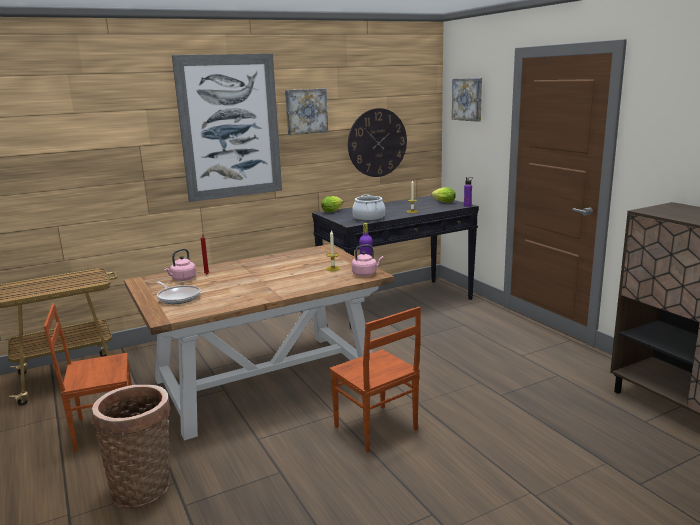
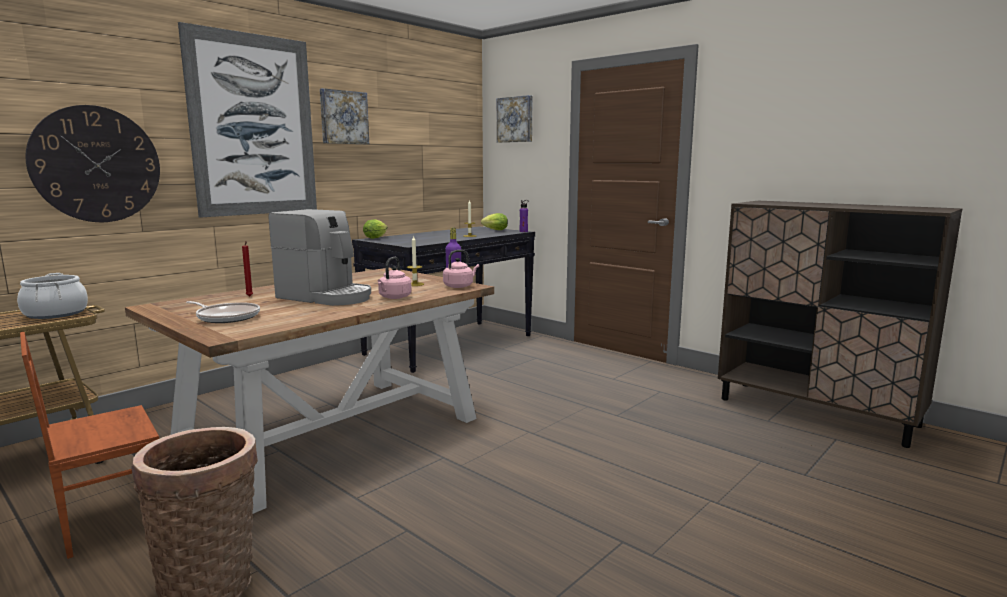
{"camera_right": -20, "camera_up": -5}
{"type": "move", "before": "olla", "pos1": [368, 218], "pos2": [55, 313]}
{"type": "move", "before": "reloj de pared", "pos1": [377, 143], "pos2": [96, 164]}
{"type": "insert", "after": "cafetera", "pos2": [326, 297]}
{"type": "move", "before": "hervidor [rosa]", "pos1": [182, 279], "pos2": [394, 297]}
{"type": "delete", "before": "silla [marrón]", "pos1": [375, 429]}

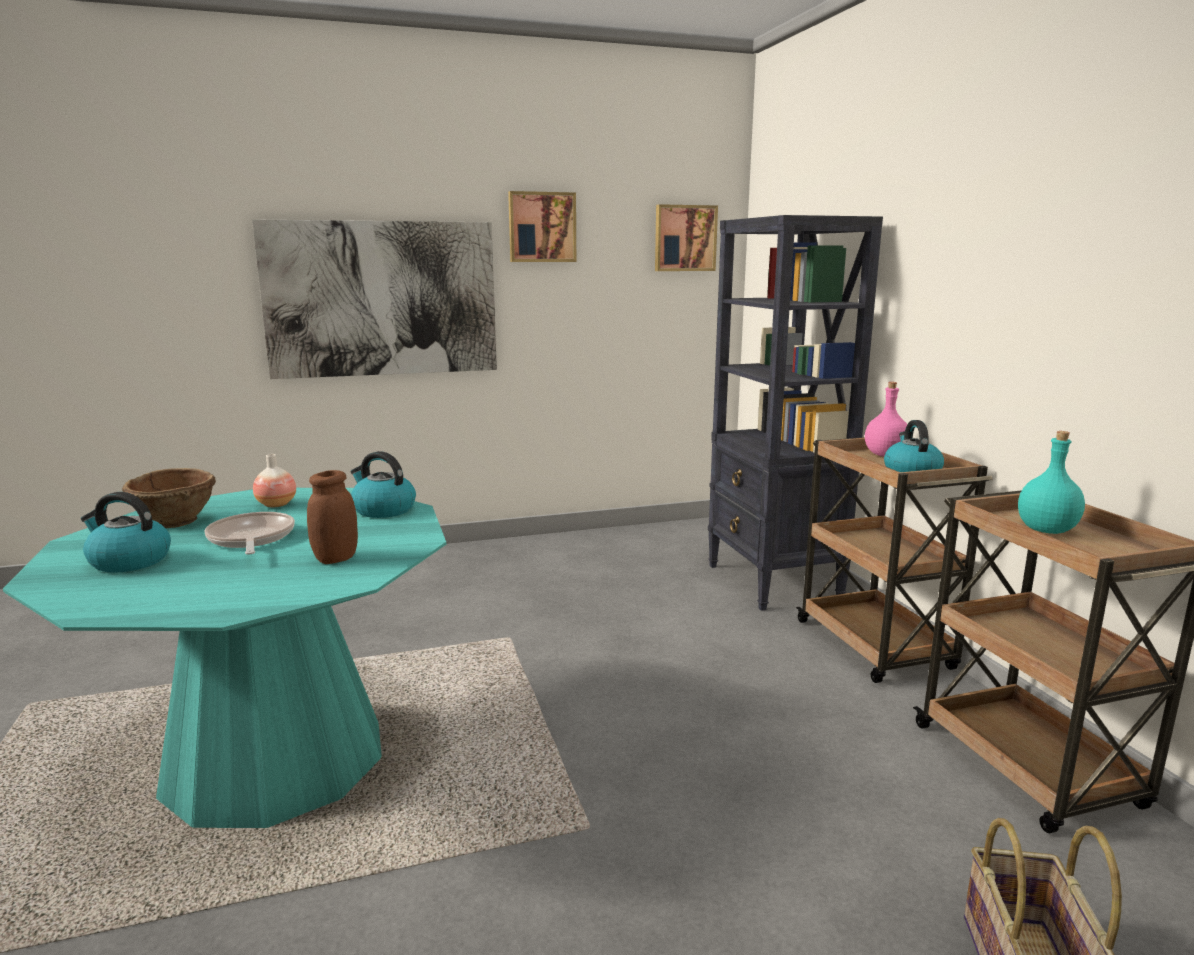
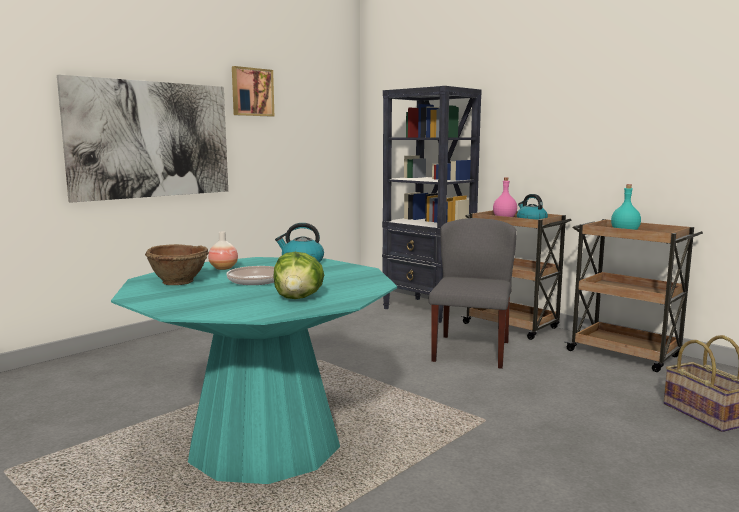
{"camera_right": -30, "camera_up": -5}
{"type": "insert", "after": "lechuga", "pos2": [298, 298]}
{"type": "insert", "after": "silla [gris]", "pos2": [471, 351]}
{"type": "delete", "before": "hervidor", "pos1": [128, 561]}
{"type": "delete", "before": "tarro [marrón]", "pos1": [336, 558]}
{"type": "delete", "before": "cuadro", "pos1": [684, 238]}

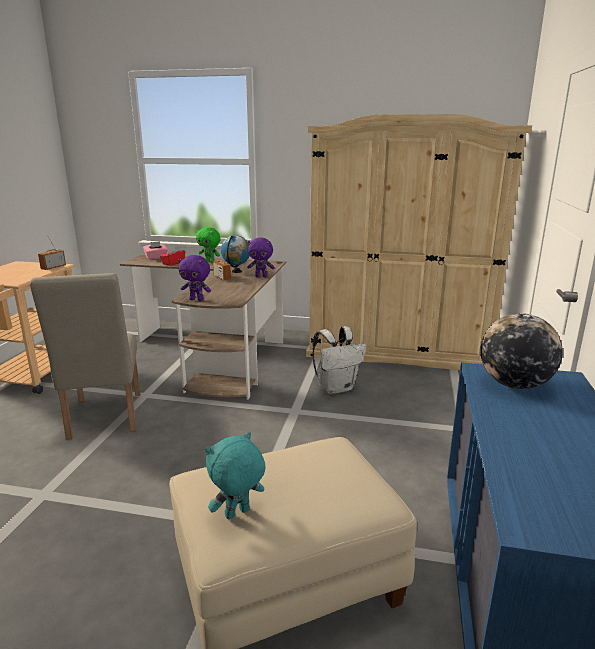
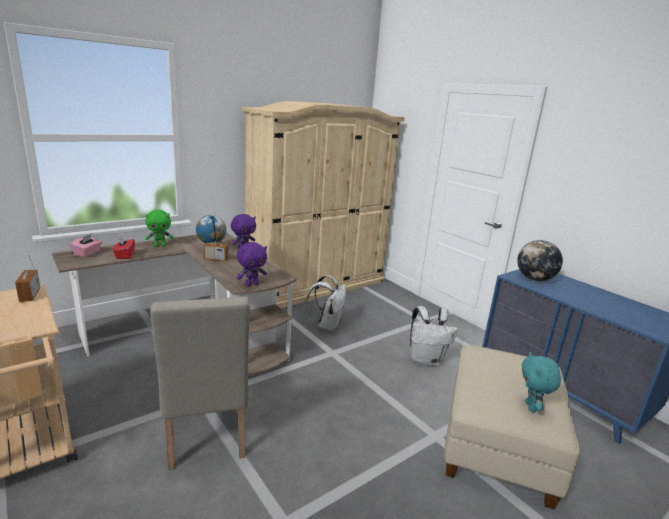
{"camera_right": -50, "camera_up": 0}
{"type": "rotate", "before": "silla [beis]", "pos1": [104, 419], "pos2": [205, 438], "turn": 45}
{"type": "insert", "after": "mochila [blanco]", "pos2": [426, 360]}

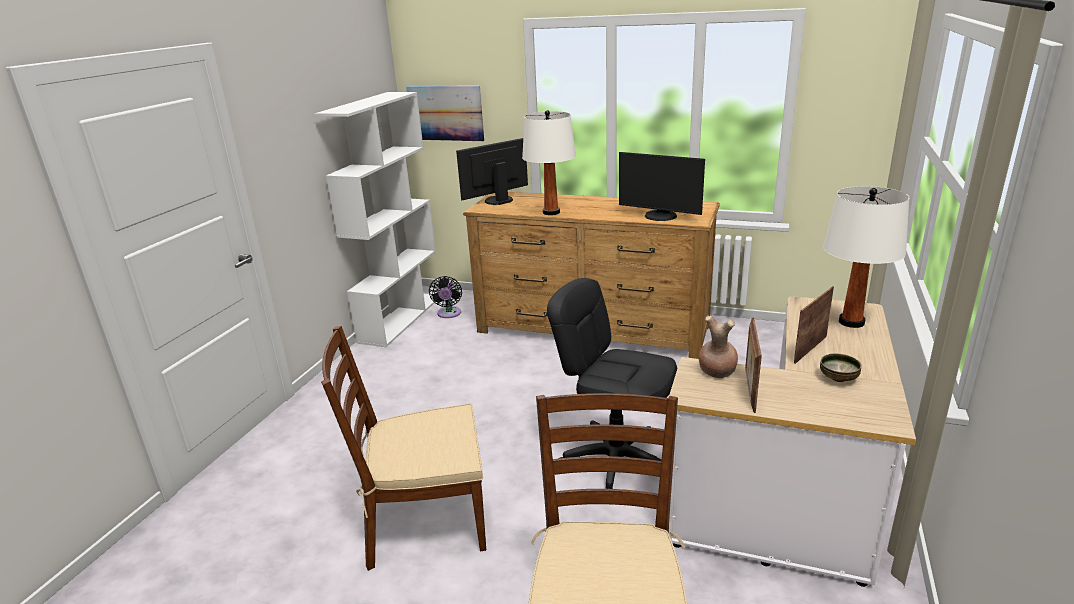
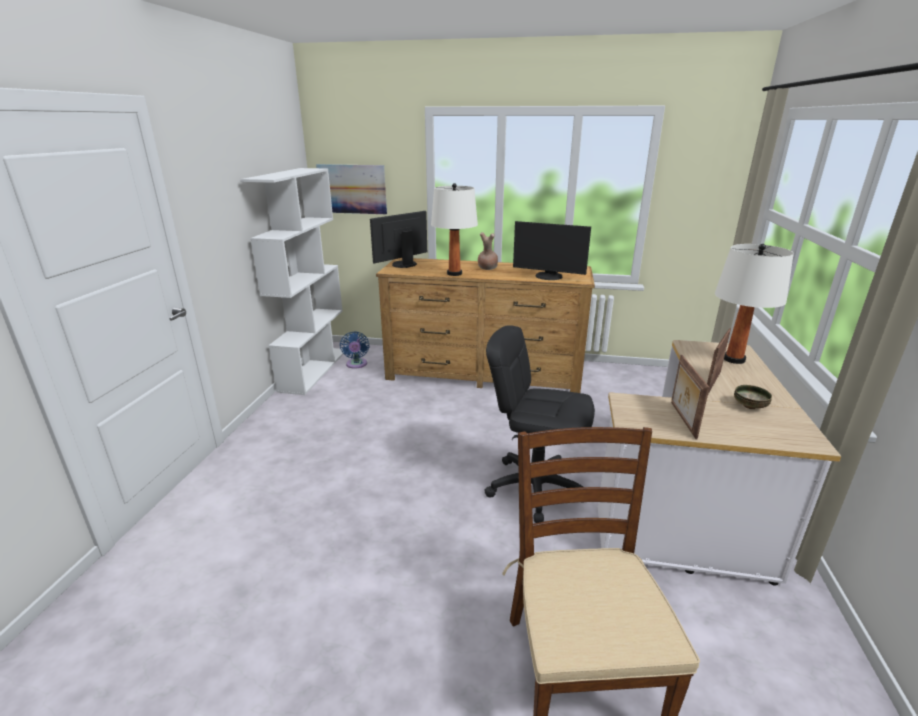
{"camera_right": -10, "camera_up": 0}
{"type": "recolor", "before": "ventilador [negro]", "after": "ventilador [azul]", "pos1": [449, 314], "pos2": [356, 365]}
{"type": "move", "before": "florero [marrón]", "pos1": [716, 372], "pos2": [487, 268]}
{"type": "delete", "before": "silla [marrón]", "pos1": [424, 523]}

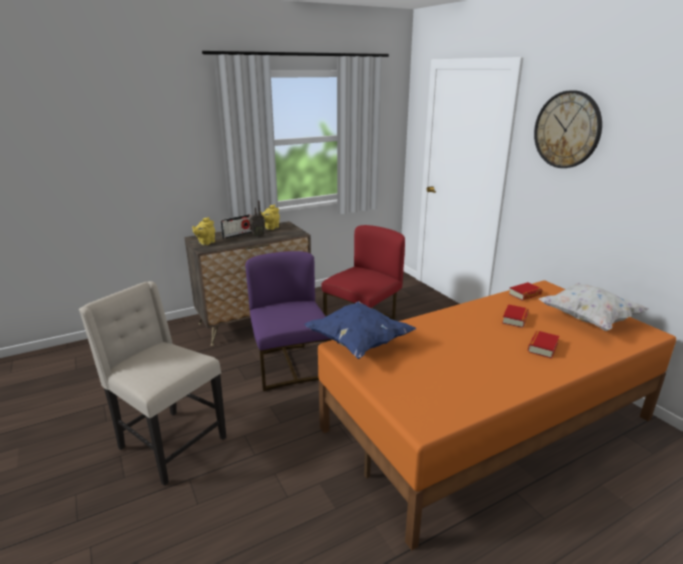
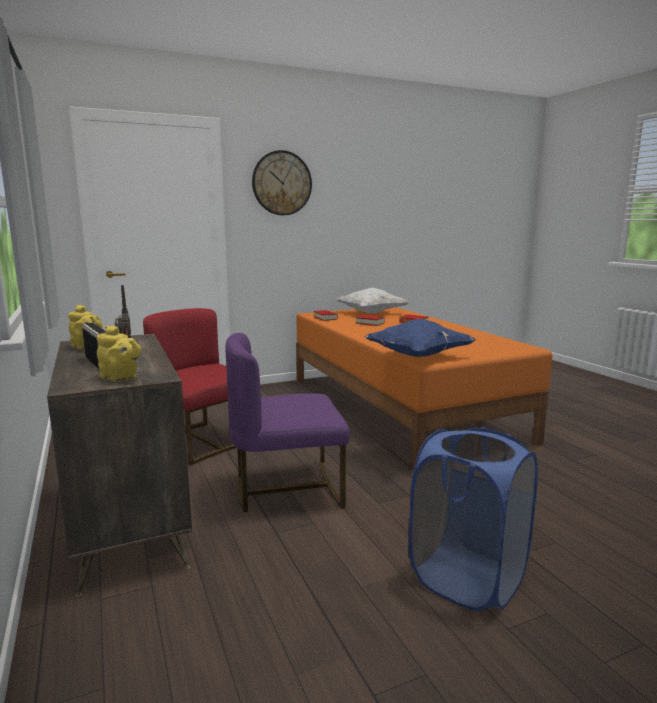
{"camera_right": -85, "camera_up": -10}
{"type": "replace", "before": "silla [beis]", "after": "cesto de la ropa [azul]", "pos1": [169, 444], "pos2": [467, 578]}

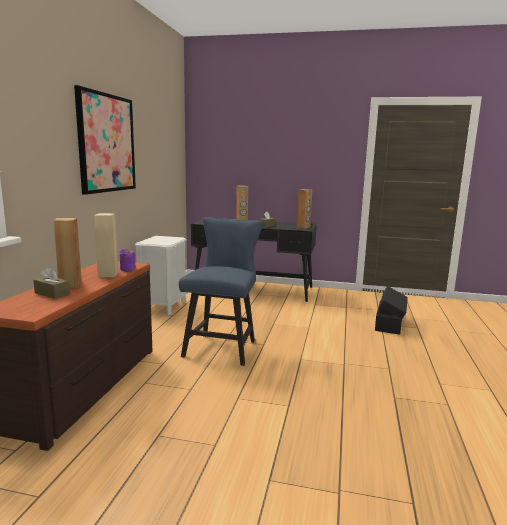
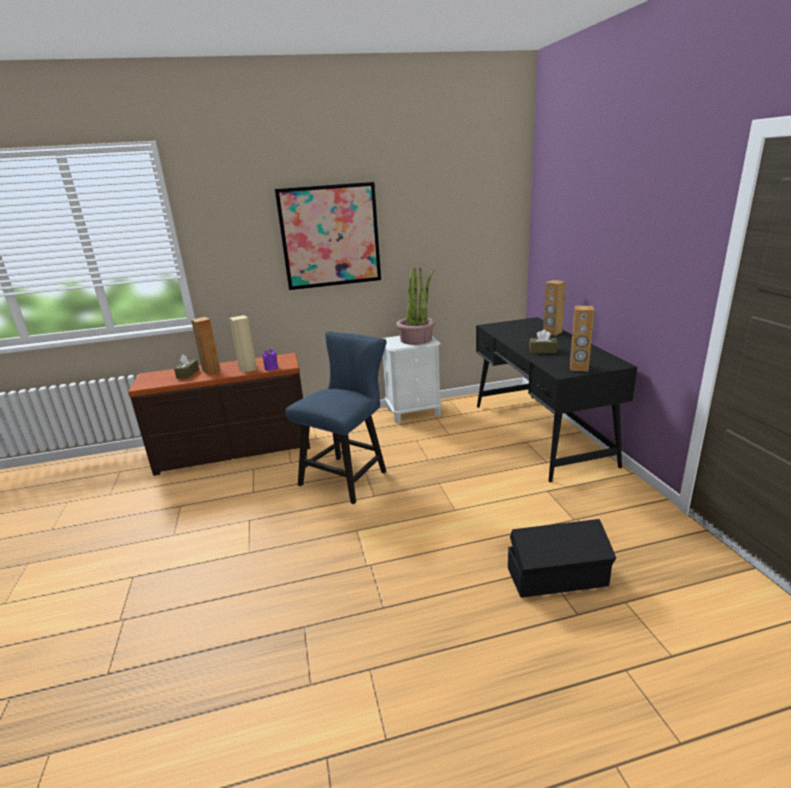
{"camera_right": 65, "camera_up": 10}
{"type": "rotate", "before": "silla [azul]", "pos1": [222, 346], "pos2": [348, 475], "turn": -45}
{"type": "insert", "after": "planta en maceta", "pos2": [416, 339]}

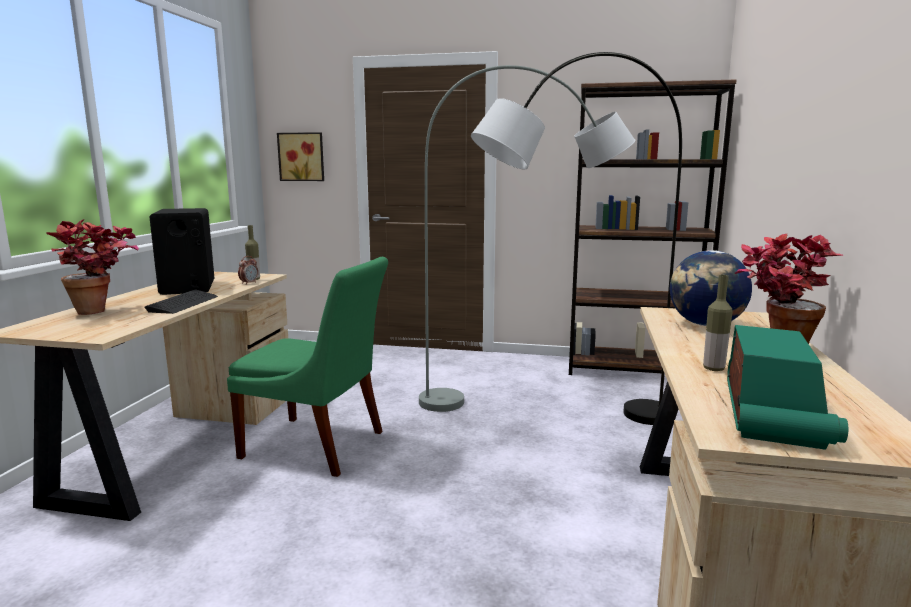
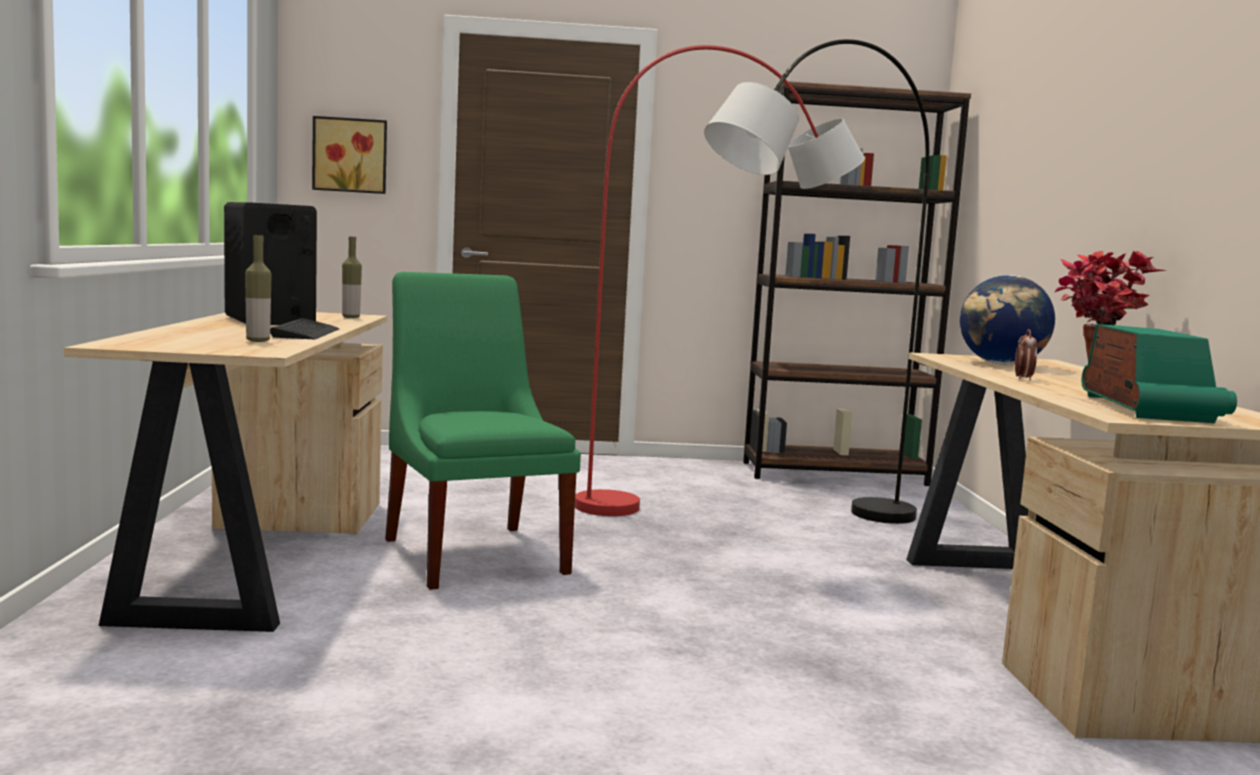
{"camera_right": -15, "camera_up": -5}
{"type": "move", "before": "botella", "pos1": [713, 369], "pos2": [258, 341]}
{"type": "rotate", "before": "silla [verde]", "pos1": [318, 446], "pos2": [473, 553], "turn": -120}
{"type": "recolor", "before": "lámpara de pie [gris]", "after": "lámpara de pie [rojo]", "pos1": [525, 397], "pos2": [716, 501]}
{"type": "move", "before": "despertador", "pos1": [249, 283], "pos2": [1023, 379]}
{"type": "delete", "before": "planta en maceta", "pos1": [102, 311]}

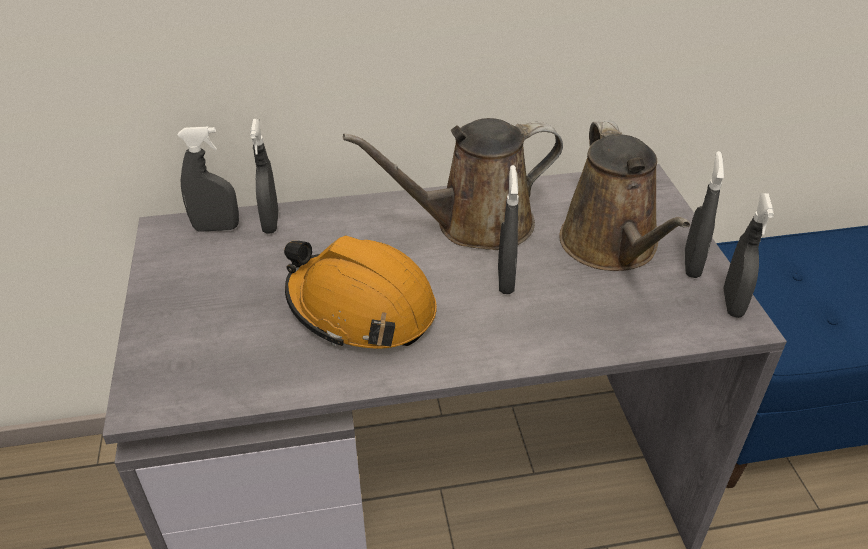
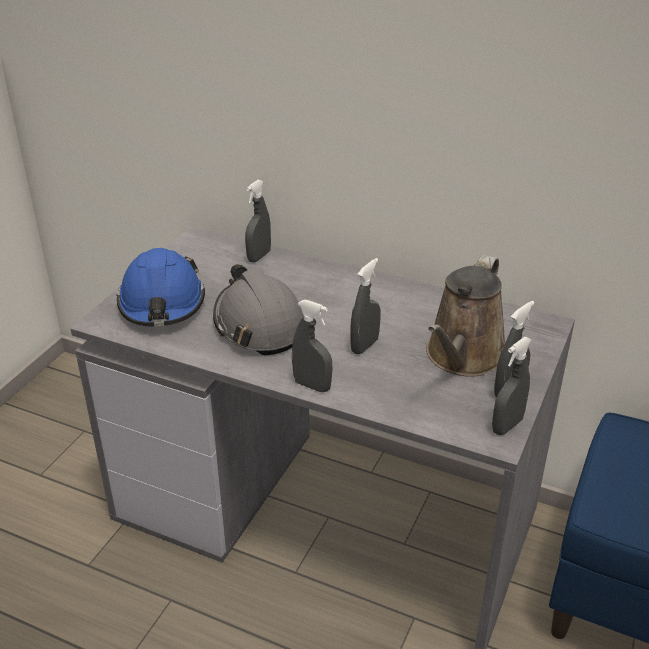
{"camera_right": 35, "camera_up": -5}
{"type": "insert", "after": "casco [azul]", "pos2": [162, 304]}
{"type": "recolor", "before": "casco [naranja]", "after": "casco [gris]", "pos1": [361, 308], "pos2": [259, 324]}
{"type": "move", "before": "pulverizador [gris]", "pos1": [216, 228], "pos2": [312, 385]}
{"type": "delete", "before": "regadera [marrón]", "pos1": [475, 224]}

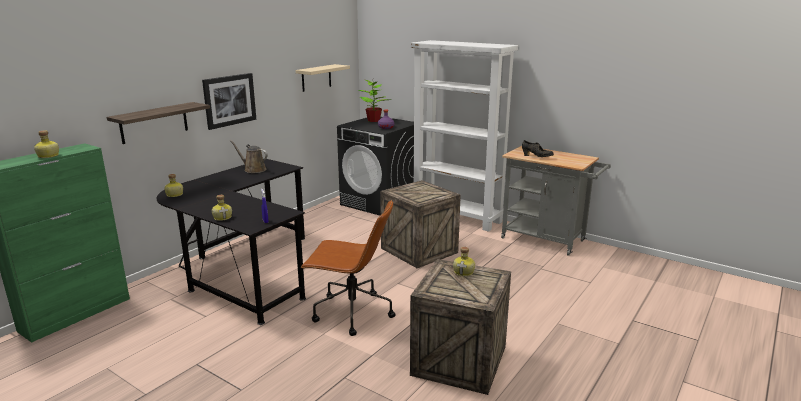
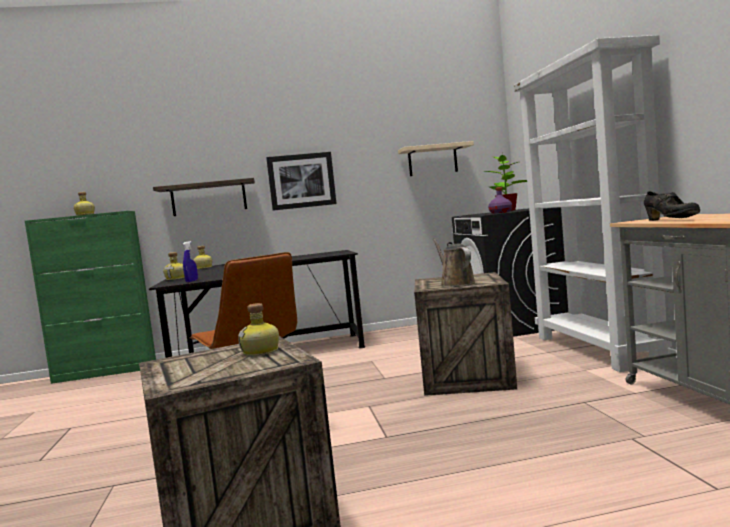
{"camera_right": 45, "camera_up": -15}
{"type": "move", "before": "regadera [marrón]", "pos1": [253, 169], "pos2": [456, 283]}

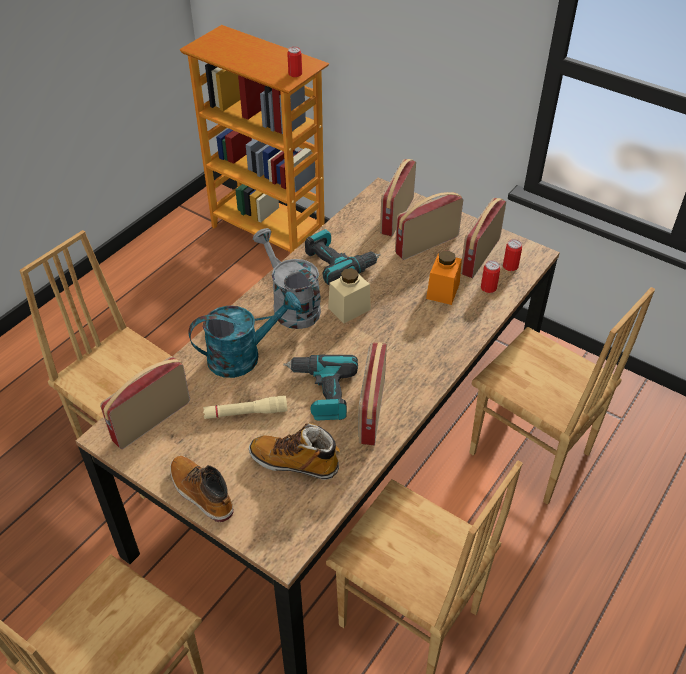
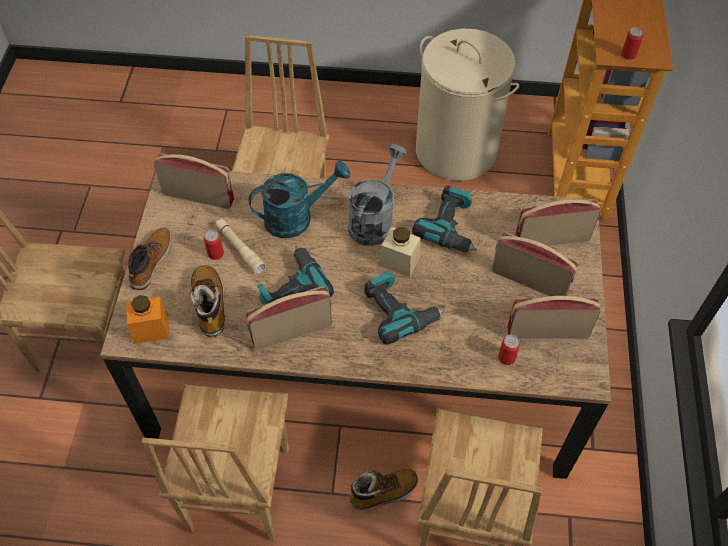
{"camera_right": 60, "camera_up": 10}
{"type": "move", "before": "tarro [naranja]", "pos1": [443, 291], "pos2": [151, 328]}
{"type": "move", "before": "lata", "pos1": [510, 266], "pos2": [215, 253]}
{"type": "rotate", "before": "regadera [turquesa]", "pos1": [243, 356], "pos2": [297, 217], "turn": -60}
{"type": "insert", "after": "bota", "pos2": [383, 492]}
{"type": "insert", "after": "taladro", "pos2": [399, 311]}
{"type": "insert", "after": "cesto de la ropa [beis]", "pos2": [456, 150]}

